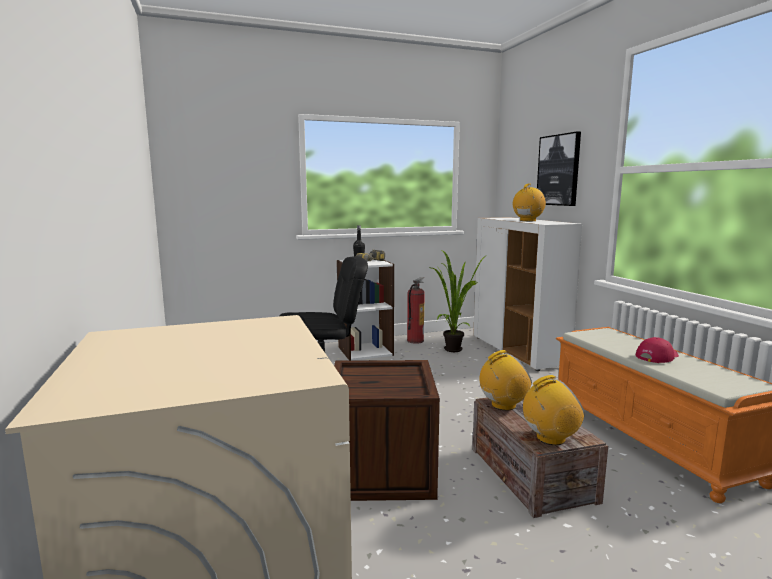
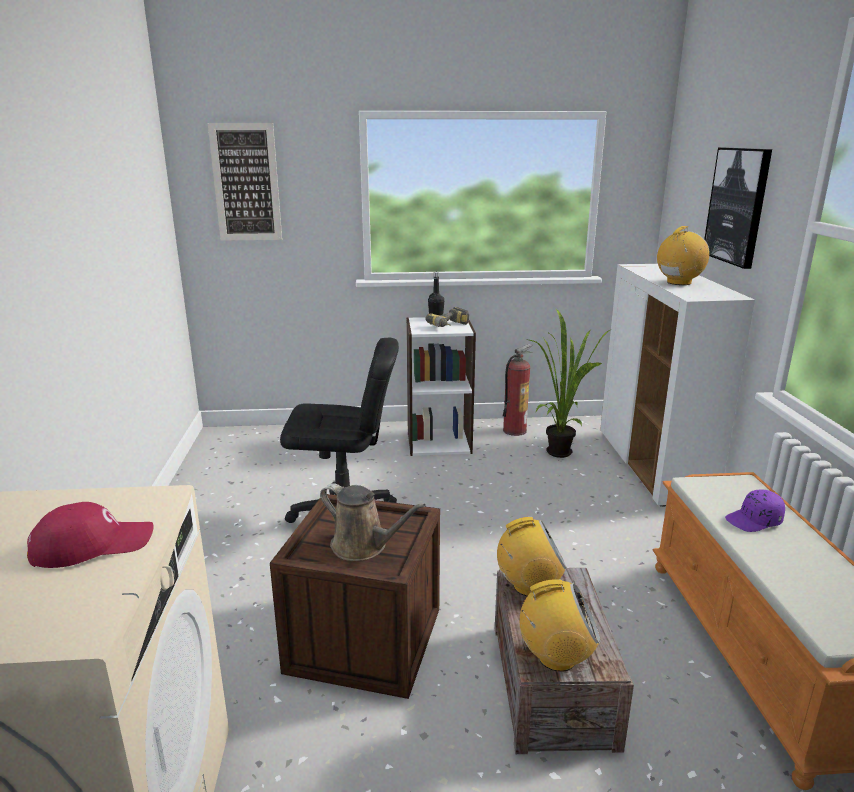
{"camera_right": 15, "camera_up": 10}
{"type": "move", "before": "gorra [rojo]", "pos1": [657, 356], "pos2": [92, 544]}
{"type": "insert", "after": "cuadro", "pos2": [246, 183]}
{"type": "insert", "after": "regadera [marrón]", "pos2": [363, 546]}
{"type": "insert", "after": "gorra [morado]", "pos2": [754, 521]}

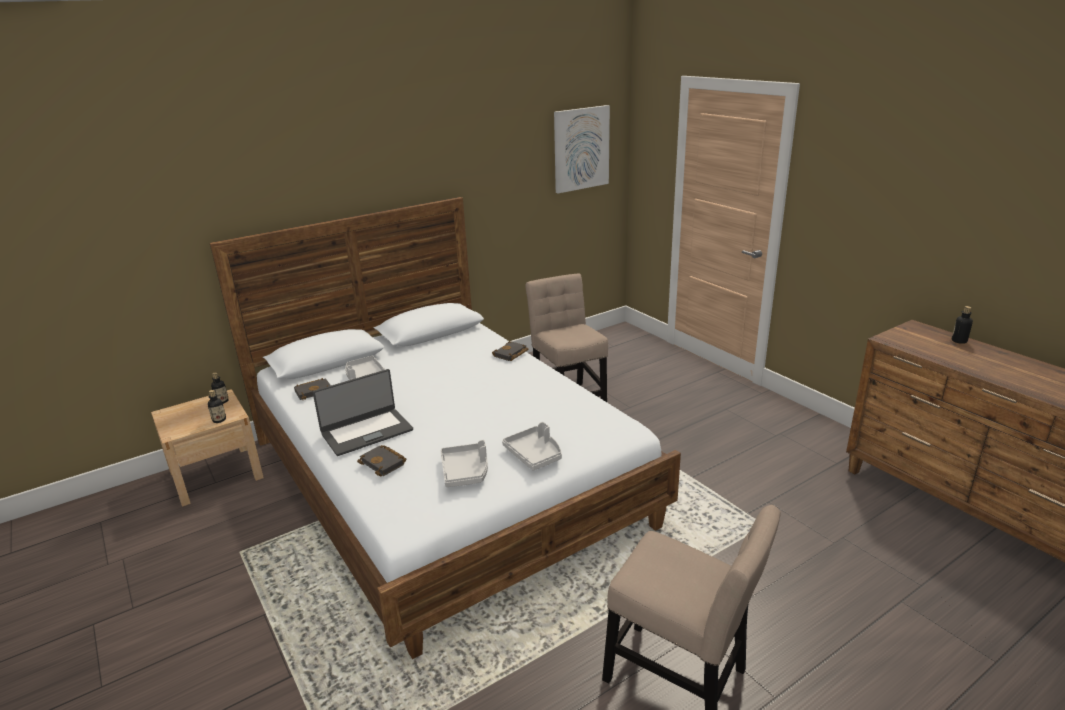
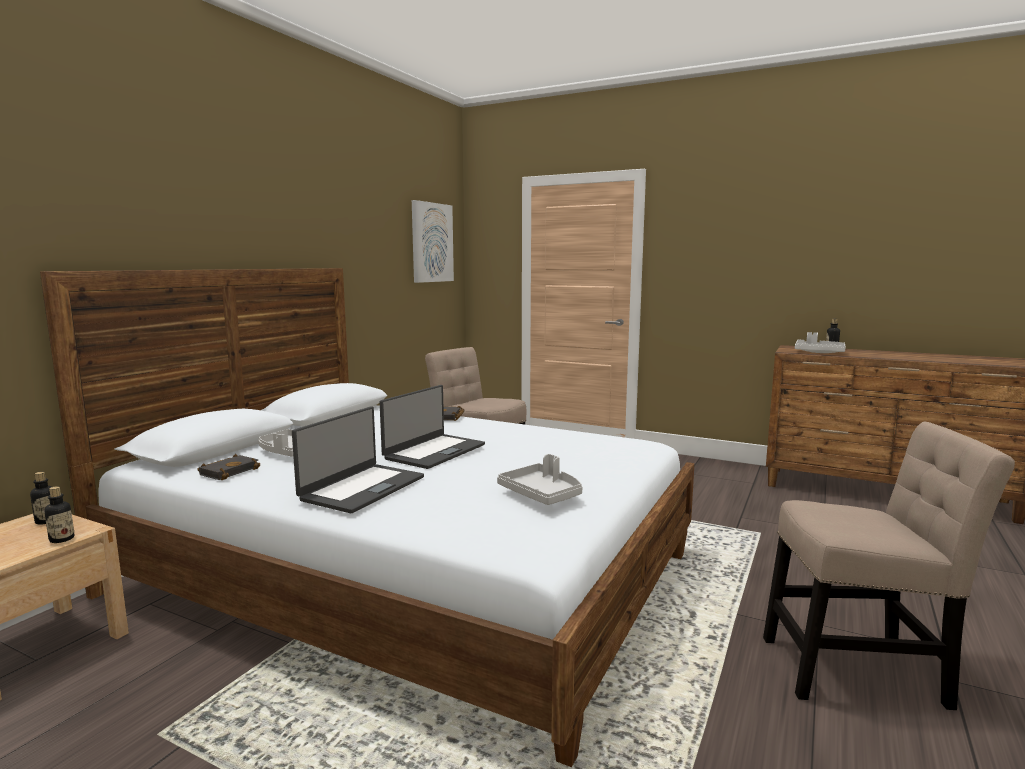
{"camera_right": -30, "camera_up": -15}
{"type": "insert", "after": "portátil", "pos2": [434, 451]}
{"type": "move", "before": "bandeja [gris]", "pos1": [534, 454], "pos2": [818, 352]}
{"type": "delete", "before": "libro [negro]", "pos1": [384, 463]}

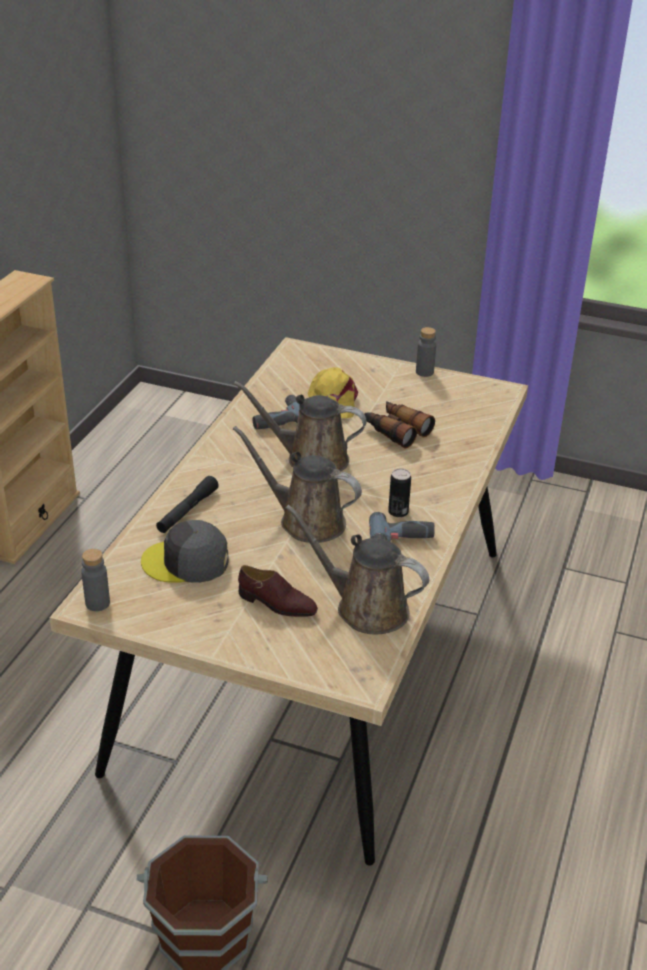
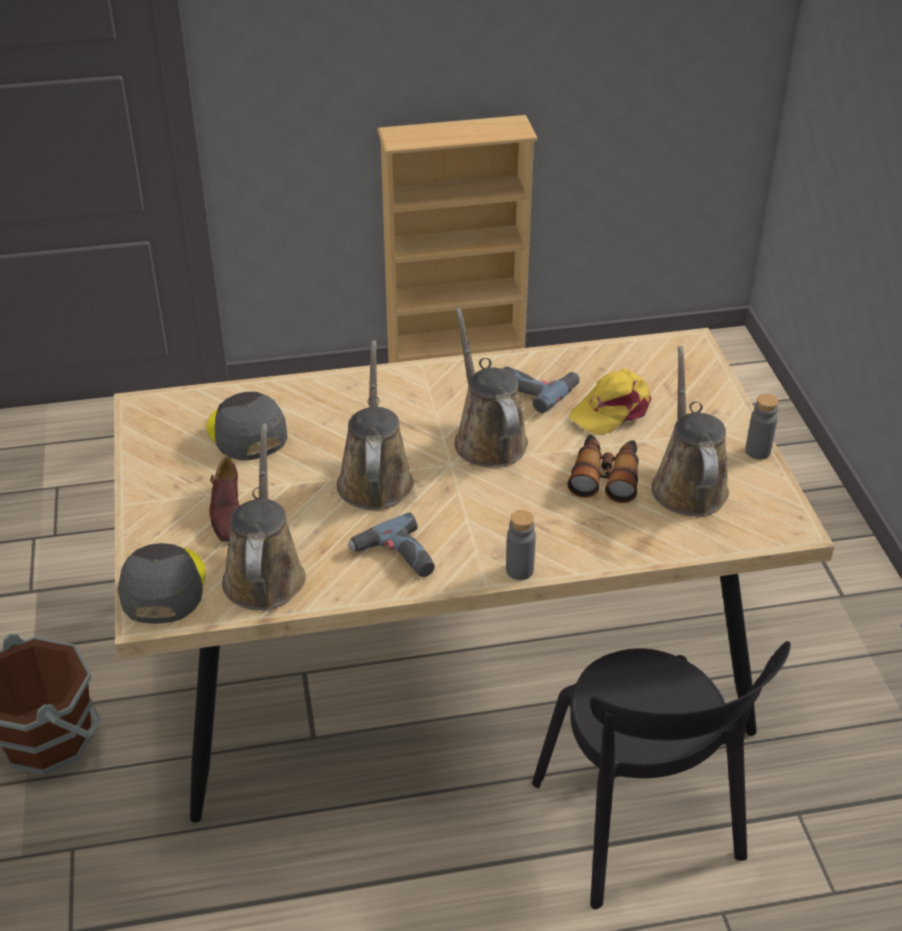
{"camera_right": 60, "camera_up": 5}
{"type": "insert", "after": "gorra [gris]", "pos2": [162, 586]}
{"type": "move", "before": "botella [gris]", "pos1": [97, 603], "pos2": [519, 570]}
{"type": "insert", "after": "silla [negro]", "pos2": [640, 828]}
{"type": "insert", "after": "regadera [marrón]", "pos2": [687, 484]}
{"type": "delete", "before": "linterna [negro]", "pos1": [187, 511]}
{"type": "delete", "before": "lata", "pos1": [398, 512]}

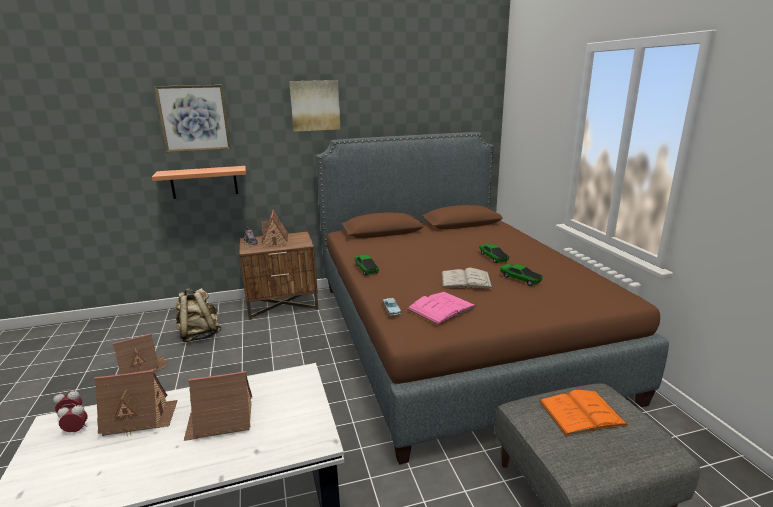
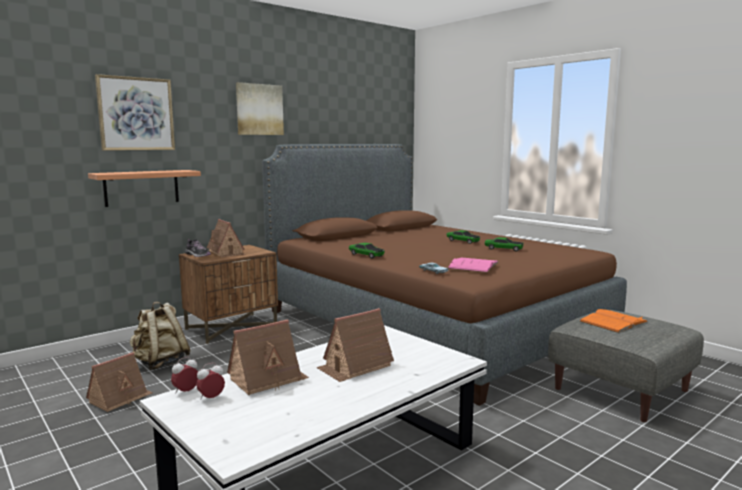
{"camera_right": -25, "camera_up": -10}
{"type": "delete", "before": "libro [blanco]", "pos1": [466, 280]}

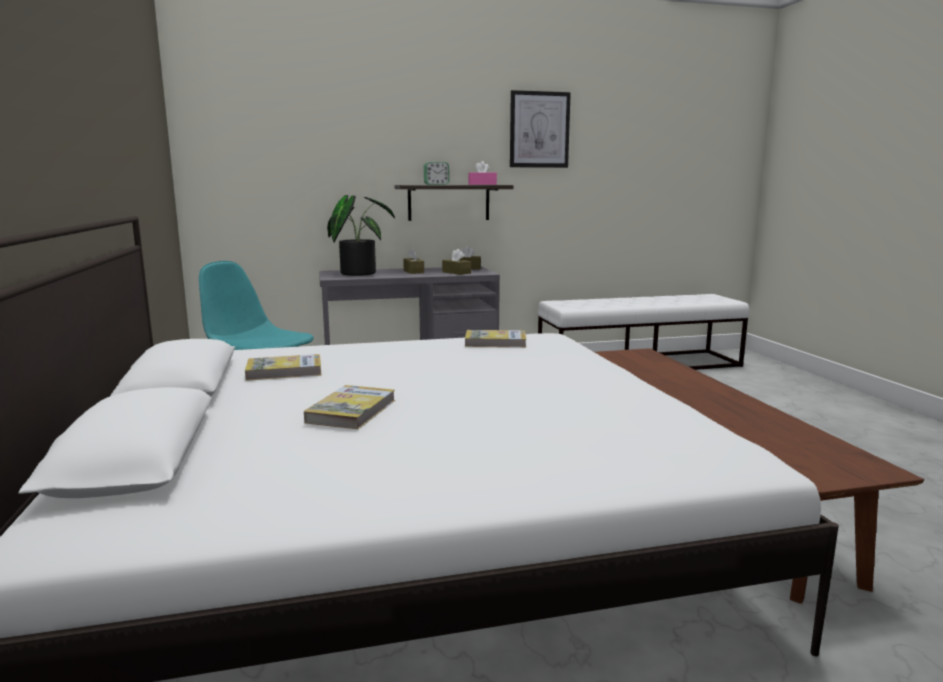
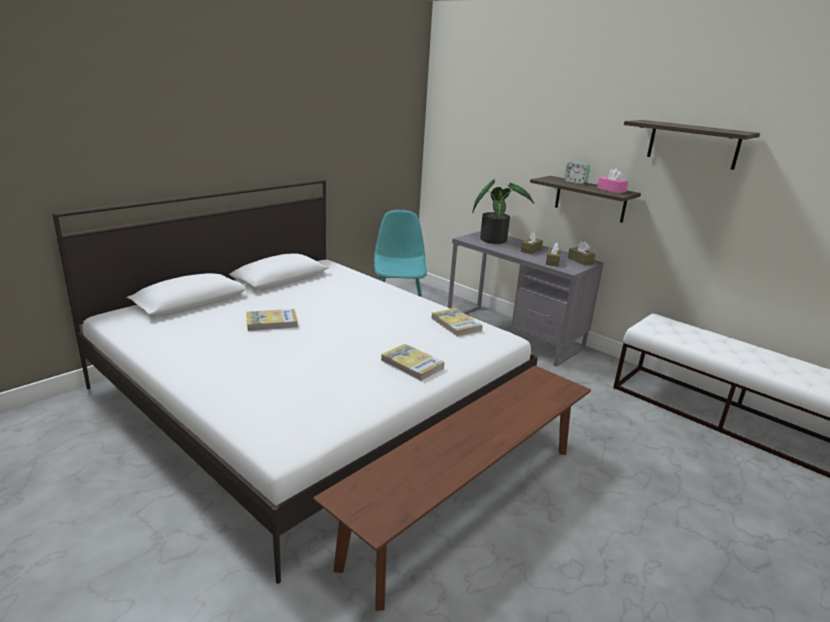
{"camera_right": 55, "camera_up": 10}
{"type": "move", "before": "libro", "pos1": [284, 371], "pos2": [412, 364]}
{"type": "replace", "before": "cuadro", "after": "estante", "pos1": [539, 130], "pos2": [693, 144]}

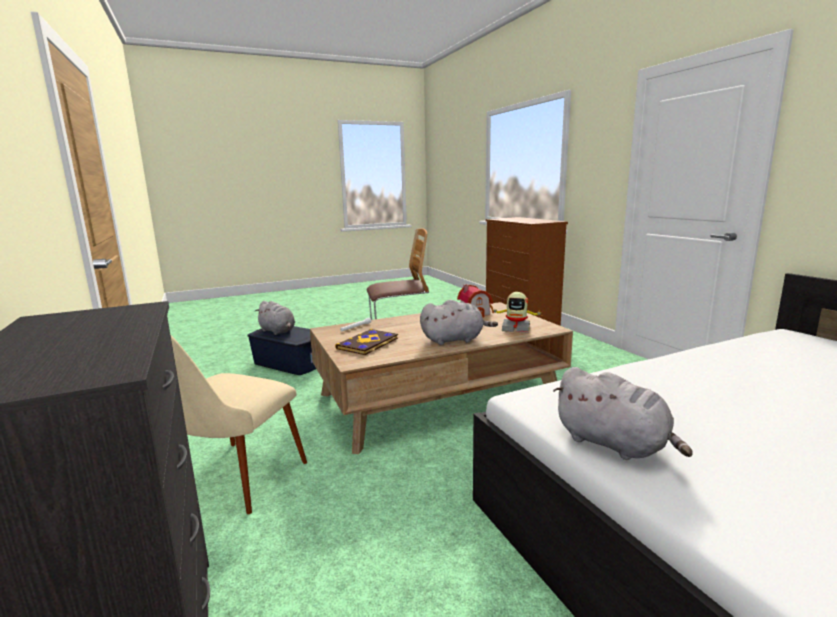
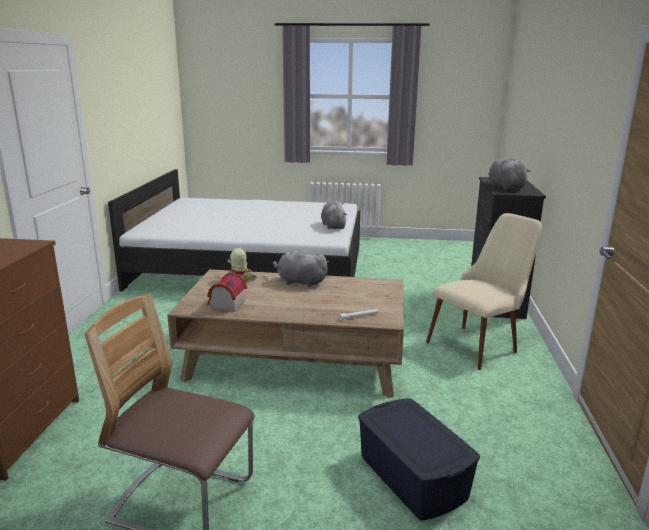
{"camera_right": -150, "camera_up": 5}
{"type": "move", "before": "peluche [gris]", "pos1": [278, 331], "pos2": [505, 187]}
{"type": "delete", "before": "libro", "pos1": [368, 344]}

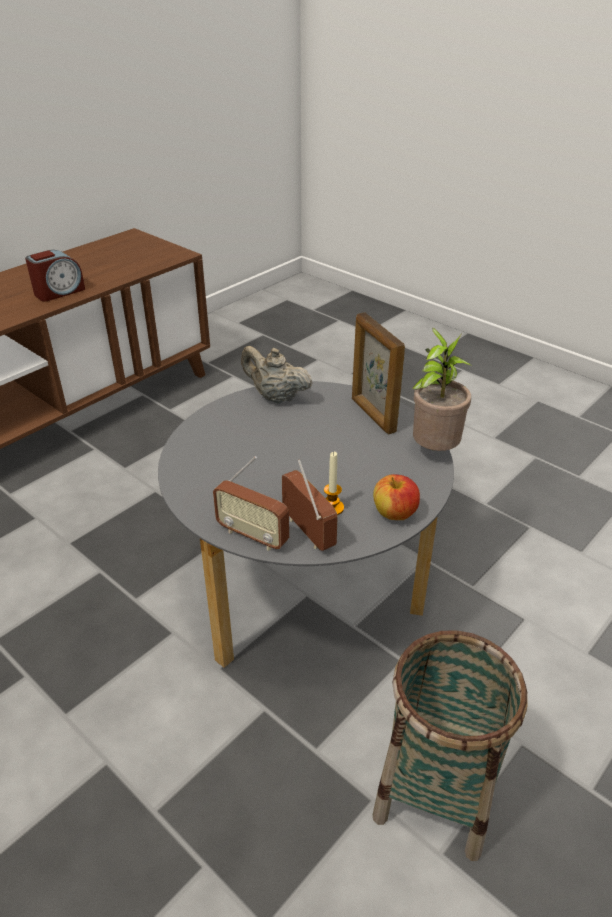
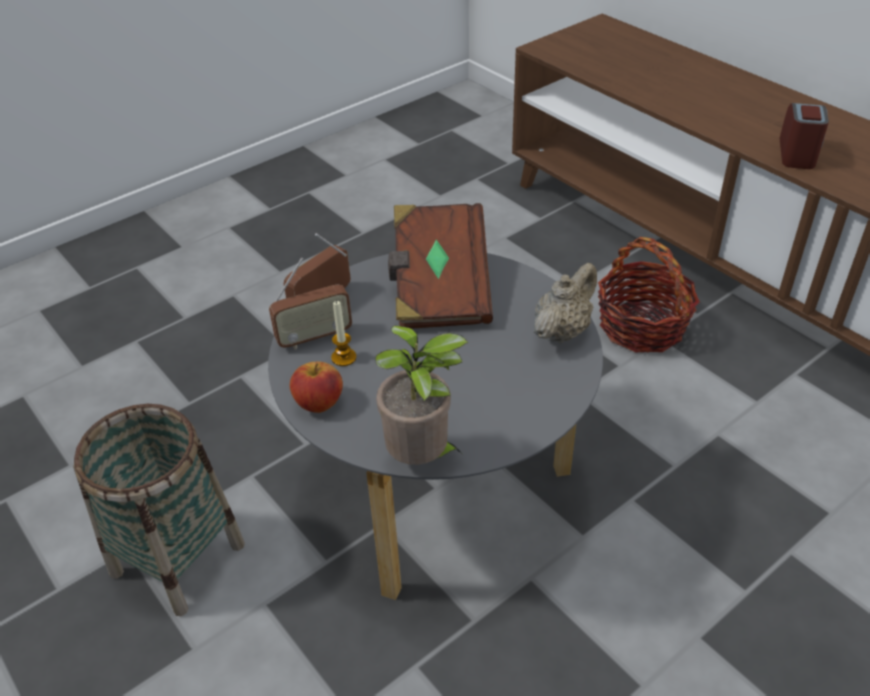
{"camera_right": 100, "camera_up": 5}
{"type": "insert", "after": "libro [marrón]", "pos2": [438, 288]}
{"type": "insert", "after": "cesta", "pos2": [642, 326]}
{"type": "rotate", "before": "despertador", "pos1": [59, 292], "pos2": [797, 154], "turn": -135}
{"type": "delete", "before": "portarretratos", "pos1": [372, 415]}

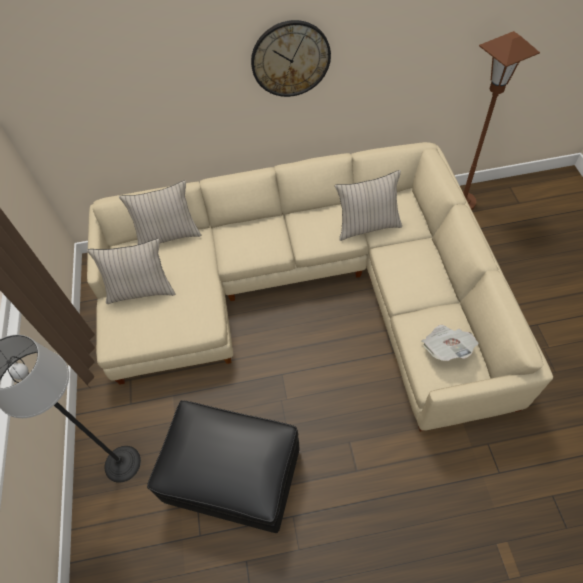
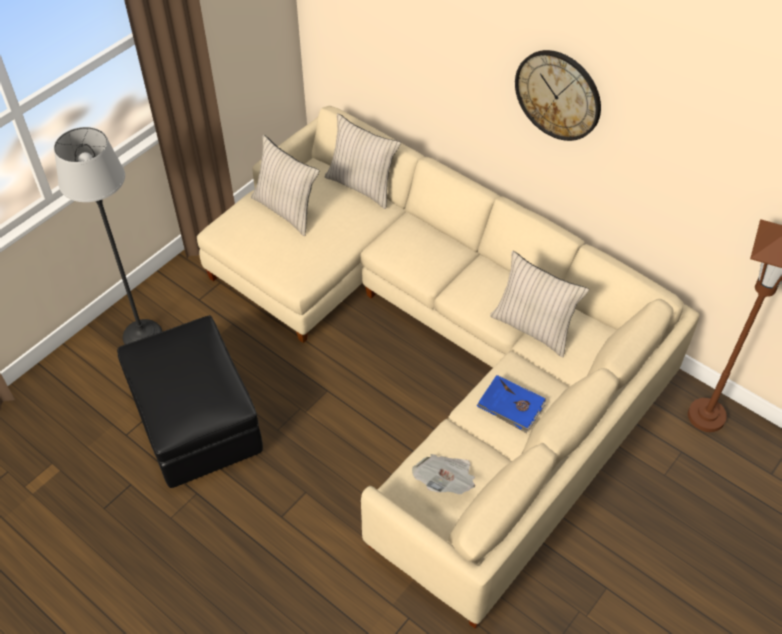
{"camera_right": 45, "camera_up": -5}
{"type": "insert", "after": "libro [azul]", "pos2": [511, 405]}

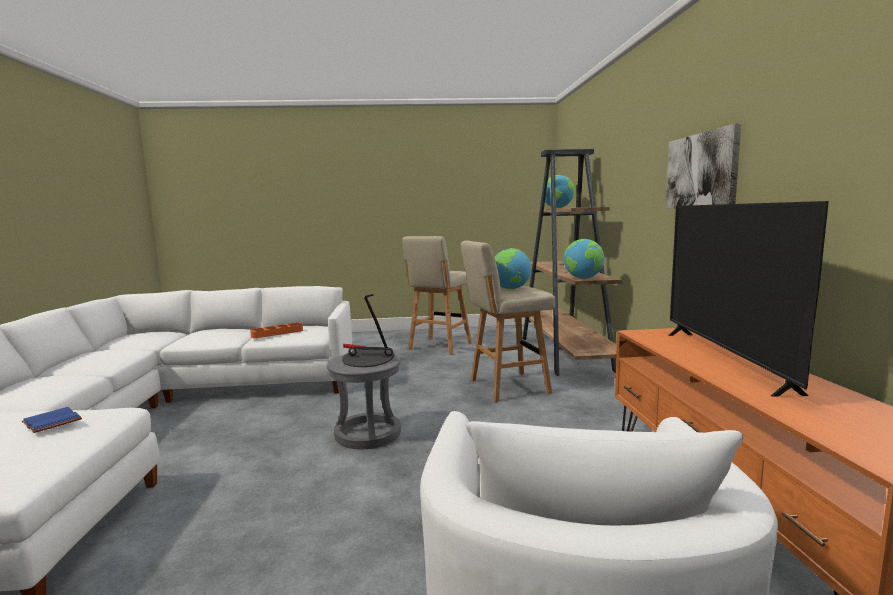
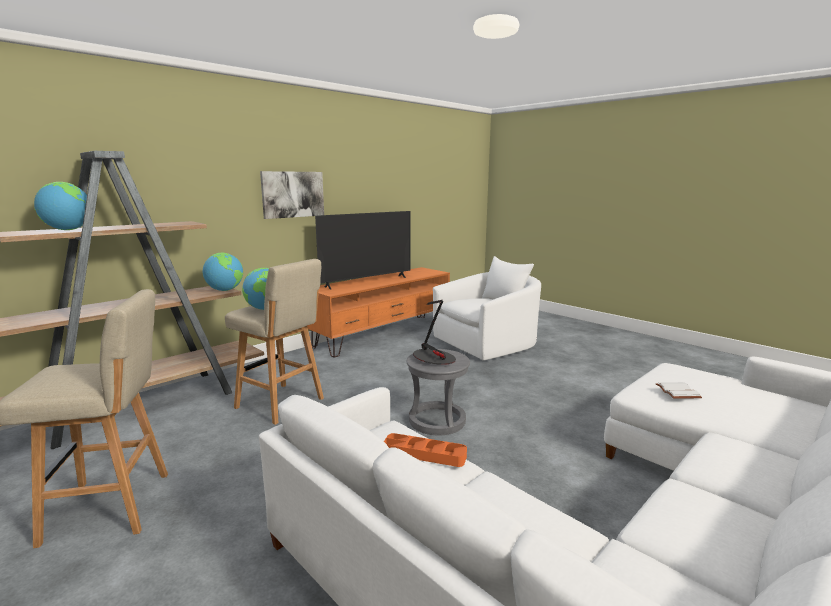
{"camera_right": -130, "camera_up": 5}
{"type": "recolor", "before": "libro [azul]", "after": "libro [blanco]", "pos1": [54, 421], "pos2": [676, 391]}

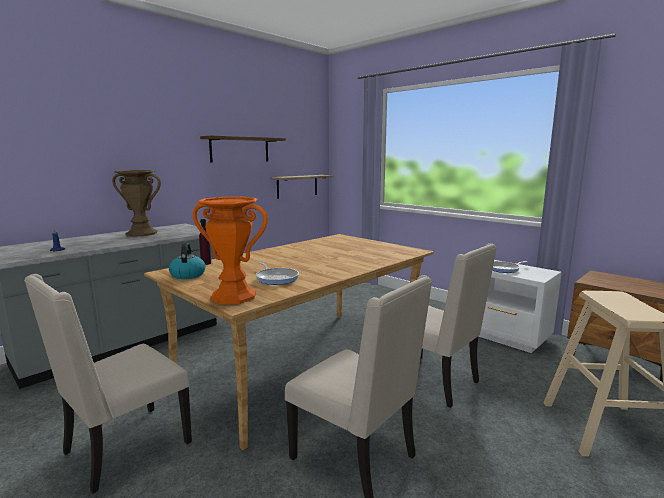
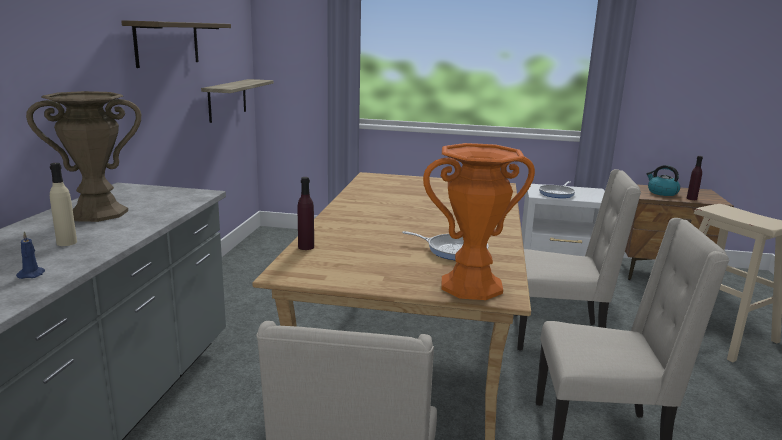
{"camera_right": -35, "camera_up": 5}
{"type": "insert", "after": "botella [beis]", "pos2": [67, 242]}
{"type": "move", "before": "hervidor", "pos1": [187, 275], "pos2": [661, 192]}
{"type": "insert", "after": "botella [morado]", "pos2": [691, 199]}

